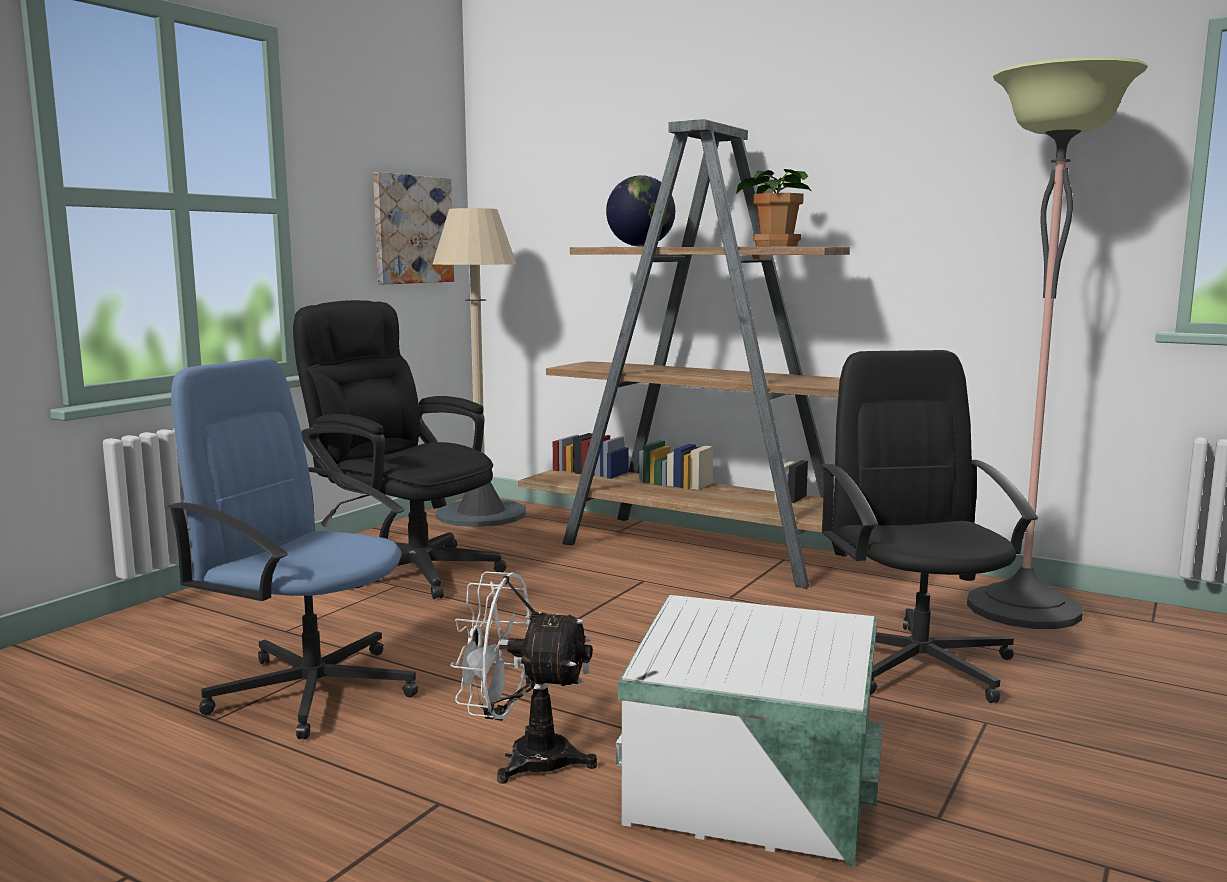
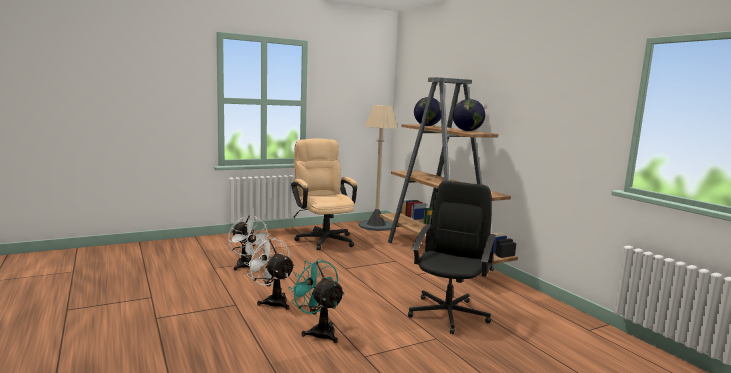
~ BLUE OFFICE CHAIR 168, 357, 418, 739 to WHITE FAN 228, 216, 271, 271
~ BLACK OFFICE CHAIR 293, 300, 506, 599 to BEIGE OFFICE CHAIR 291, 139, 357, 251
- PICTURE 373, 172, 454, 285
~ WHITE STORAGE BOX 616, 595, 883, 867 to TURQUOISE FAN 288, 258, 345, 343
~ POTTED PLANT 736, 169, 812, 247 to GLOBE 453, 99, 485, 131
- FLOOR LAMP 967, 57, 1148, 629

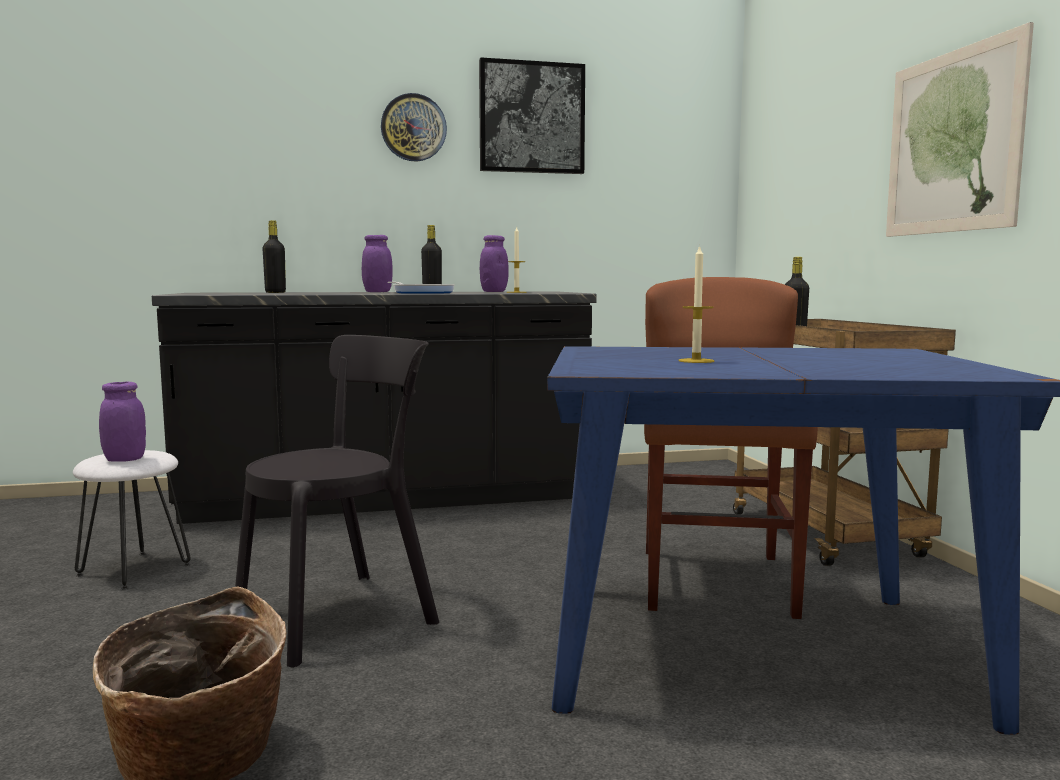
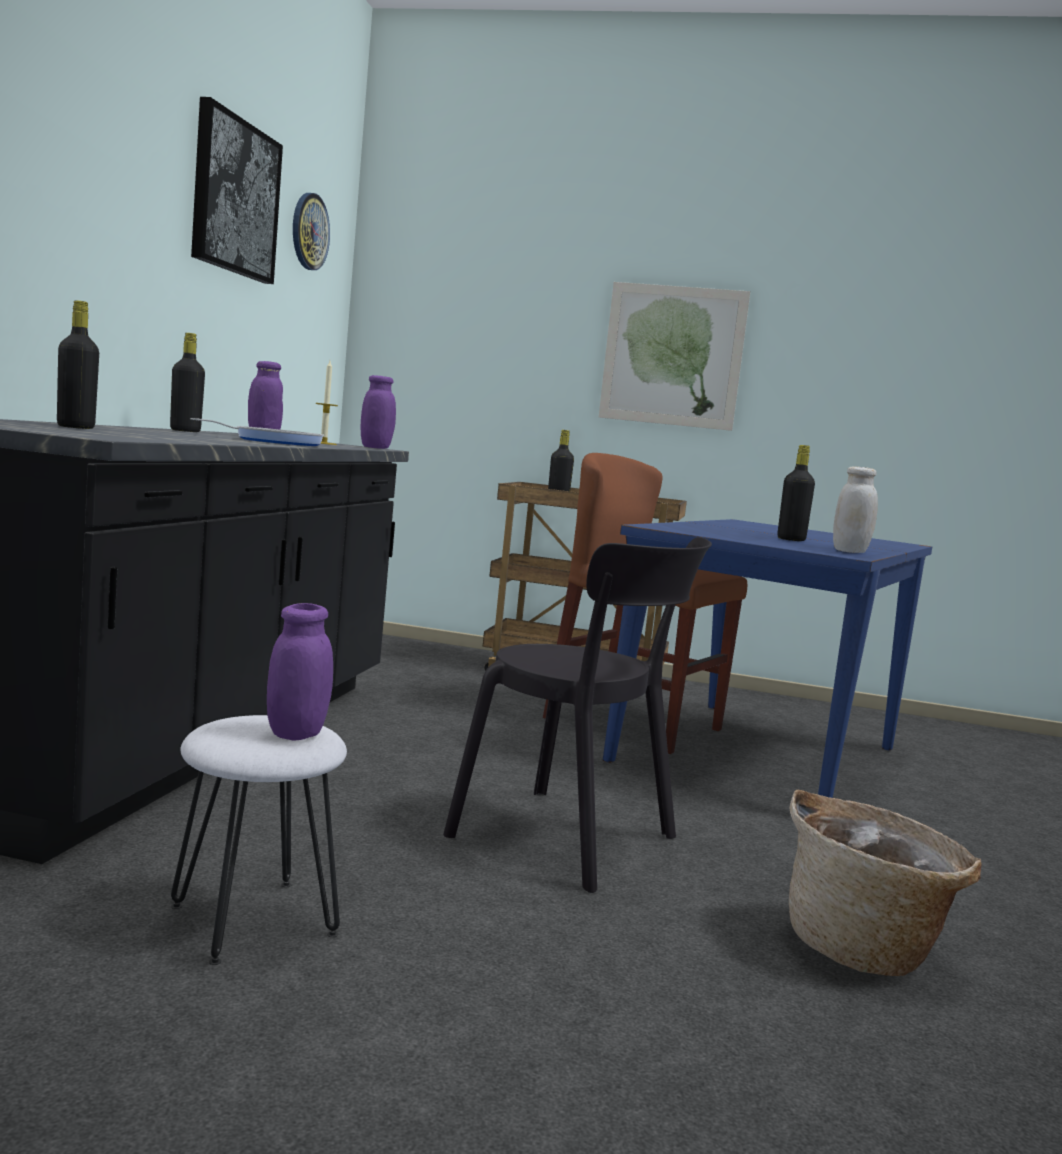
~ BLACK CHAIR 235, 335, 439, 668 = 443, 537, 712, 893 135 degrees clockwise
~ PURPLE JAR 362, 235, 393, 292 to 361, 375, 396, 449
~ WALL CLOCK 381, 93, 447, 161 to 293, 193, 330, 270
~ CANDLE 678, 245, 714, 363 to BLACK BOTTLE 777, 445, 815, 541
+ WHITE JAR 833, 466, 878, 553

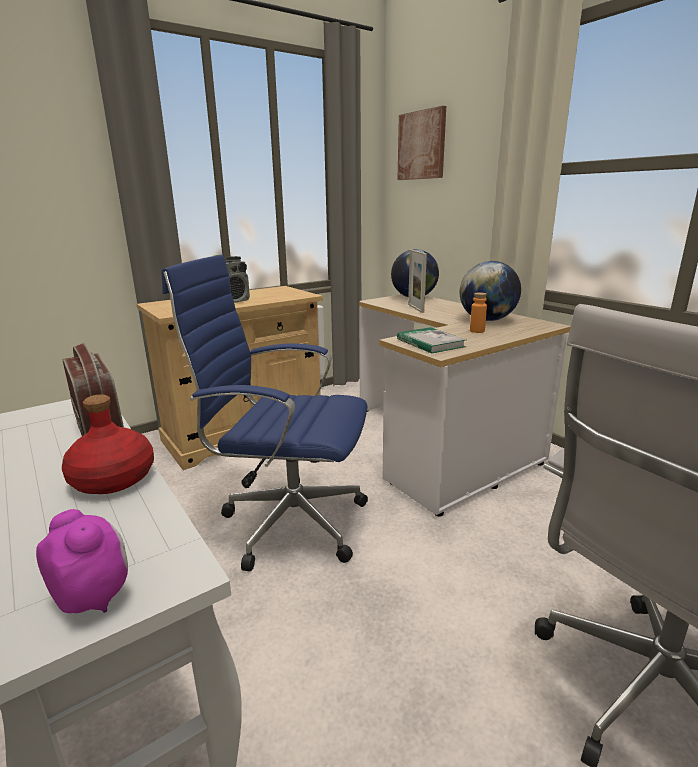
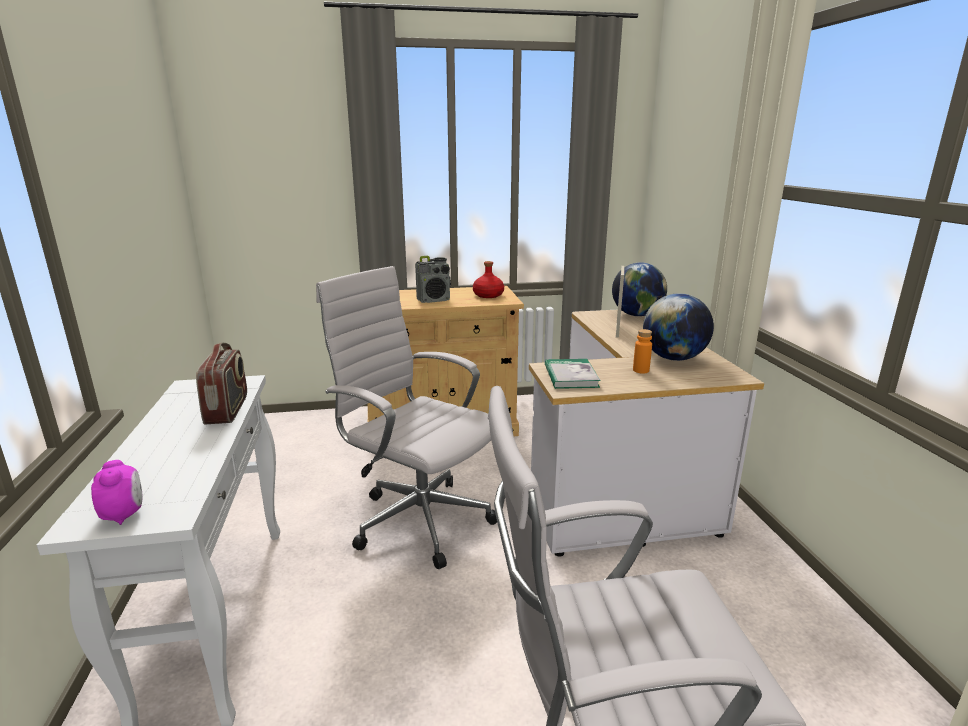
~ RED BOTTLE 62, 394, 154, 494 to 473, 261, 504, 298
~ BLUE OFFICE CHAIR 162, 255, 368, 572 to WHITE OFFICE CHAIR 316, 266, 497, 569
- PICTURE 397, 106, 446, 180

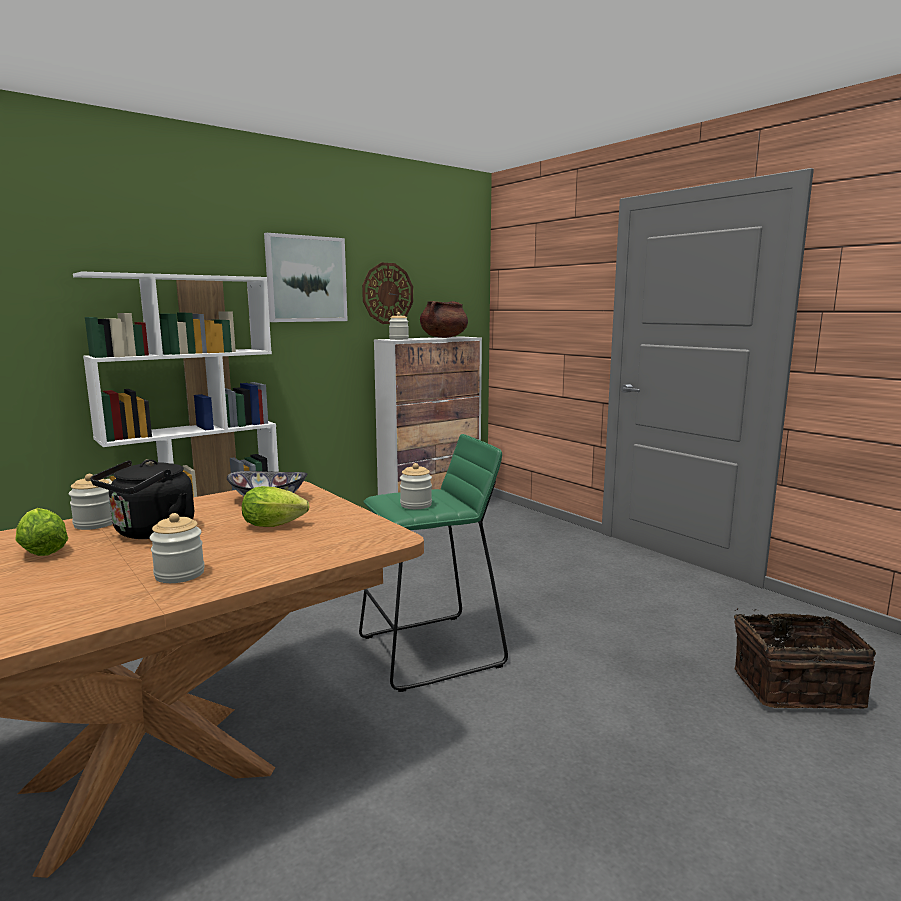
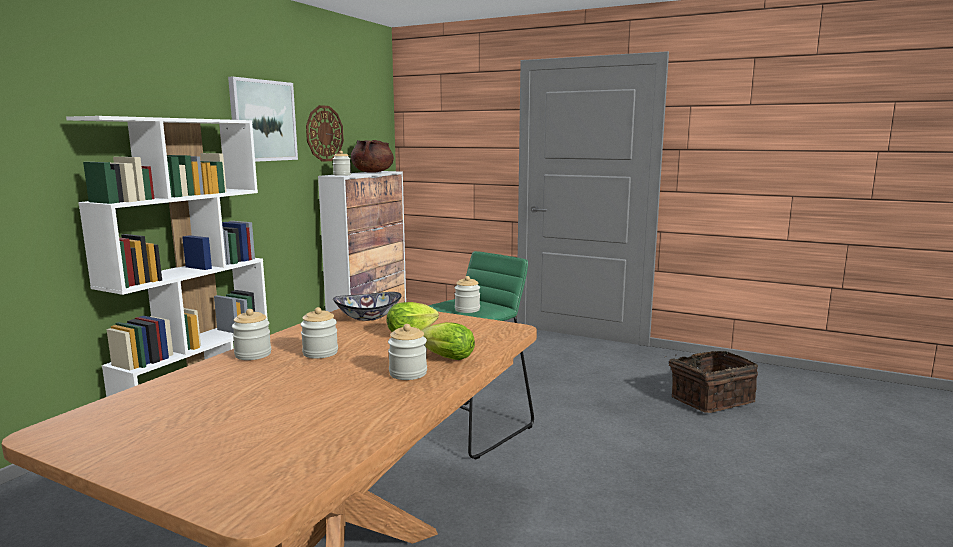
~ LETTUCE 16, 508, 68, 556 to 422, 322, 475, 360
~ BLACK KETTLE 90, 459, 194, 539 to JAR 301, 307, 338, 358

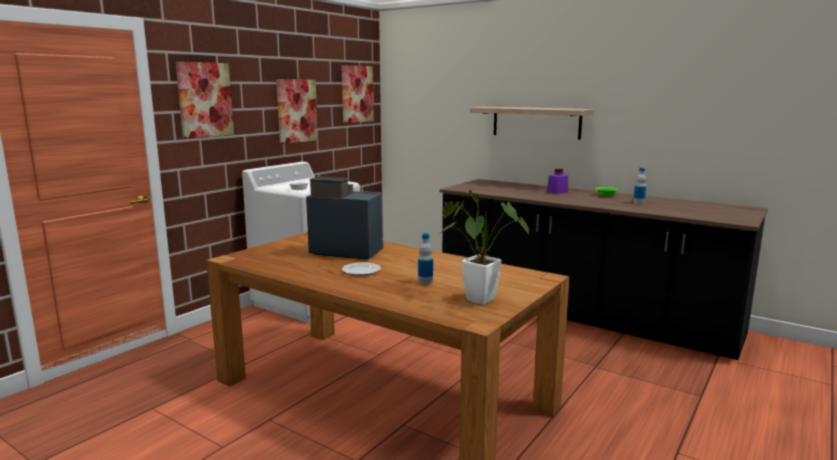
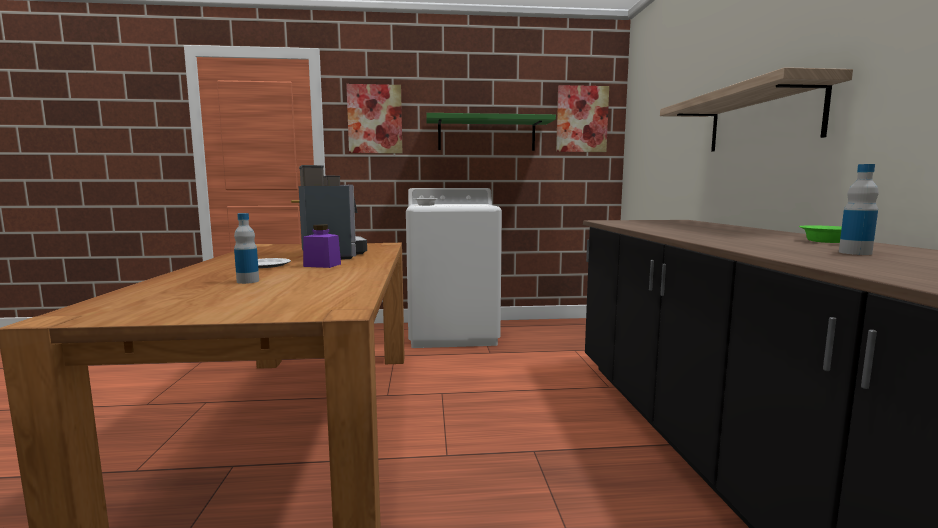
~ PICTURE 276, 79, 318, 144 to GREEN SHELF 426, 113, 556, 151
- POTTED PLANT 439, 190, 529, 305
~ PURPLE JAR 547, 169, 568, 194 to 303, 224, 341, 268

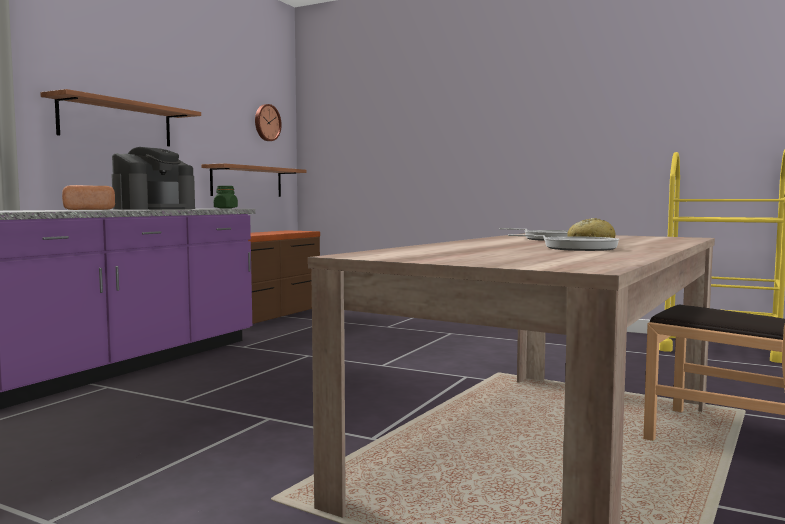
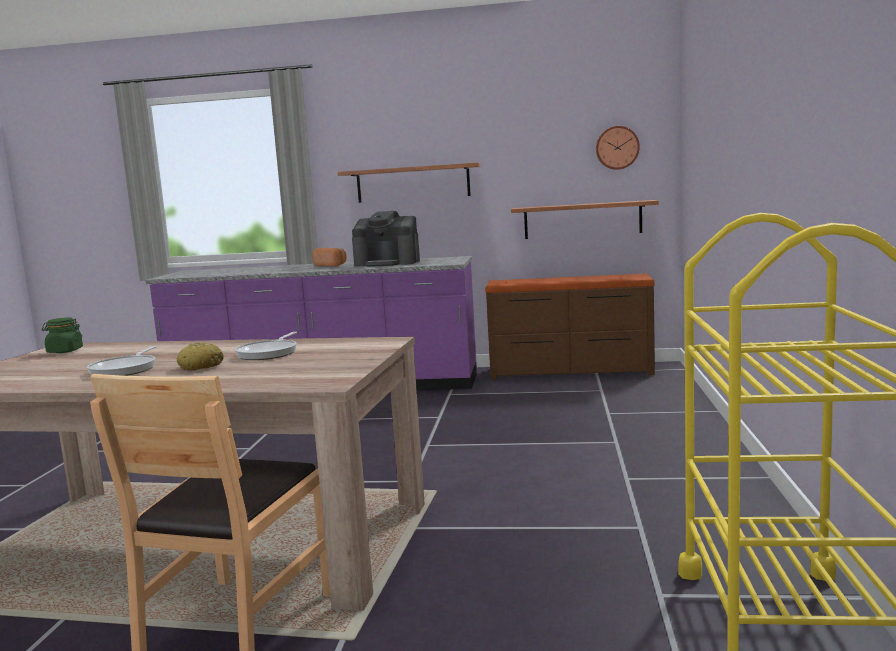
~ GREEN JAR 214, 186, 238, 209 to 42, 317, 83, 353

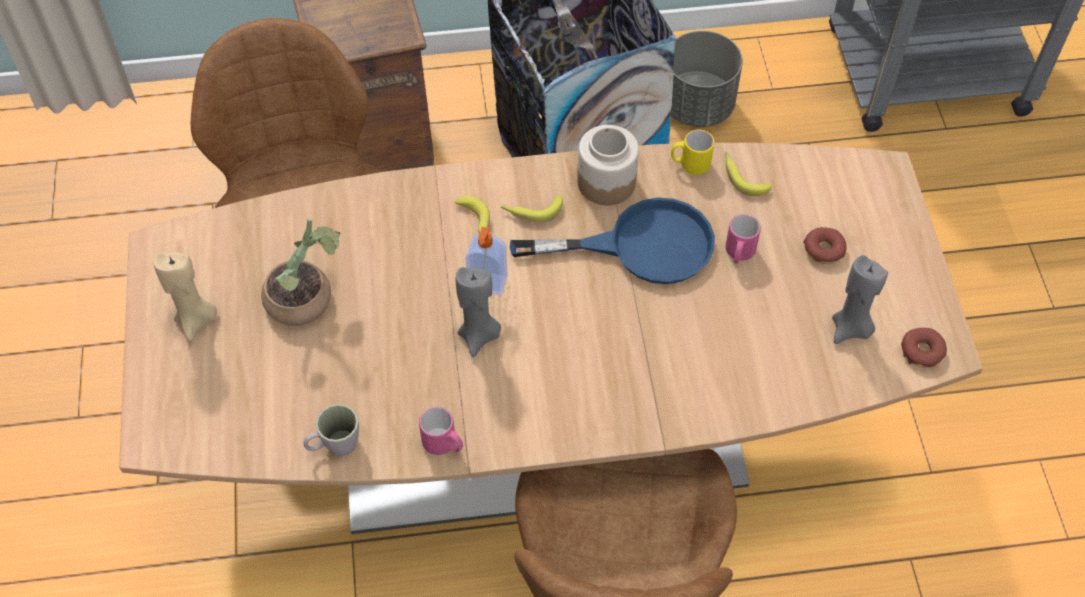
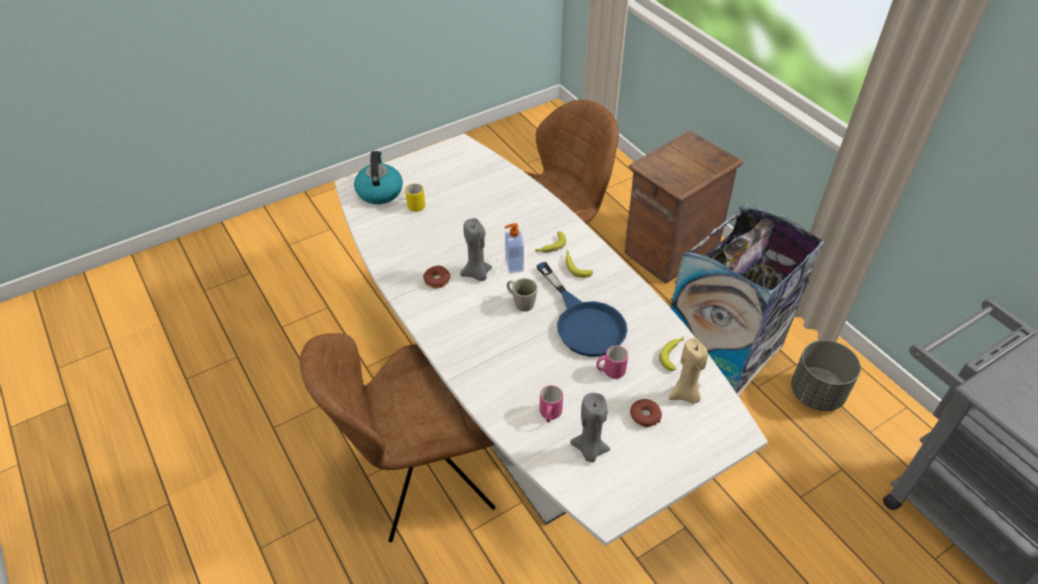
~ BROWN DINING TABLE 119, 143, 983, 534 to WHITE DINING TABLE 334, 133, 768, 546
~ BEIGE CANDLE 154, 252, 217, 342 to 669, 338, 708, 404
- POTTED PLANT 261, 218, 340, 326
~ GREY MUG 304, 404, 359, 456 to 507, 278, 538, 312
~ PINK MUG 419, 407, 463, 455 to 539, 385, 563, 423
- JAR 577, 125, 639, 205
~ YELLOW MUG 671, 130, 714, 175 to 405, 183, 425, 212
~ DONUT 901, 328, 947, 368 to 423, 266, 451, 288
+ KETTLE 354, 151, 403, 204

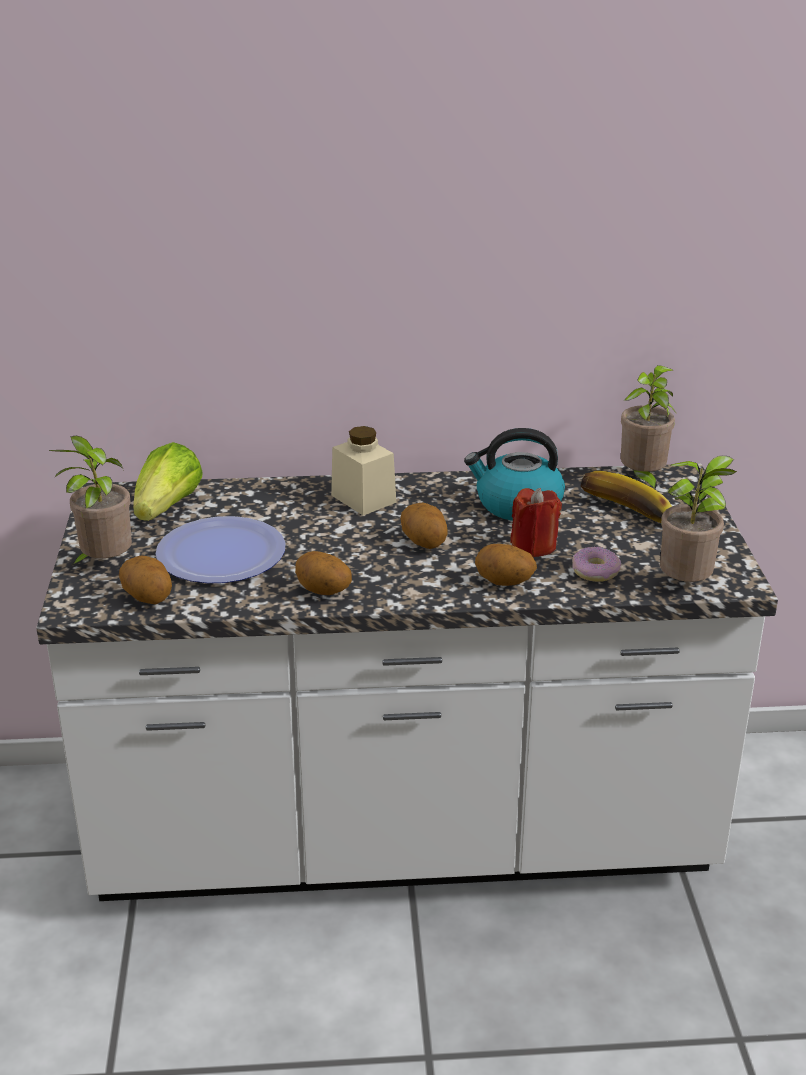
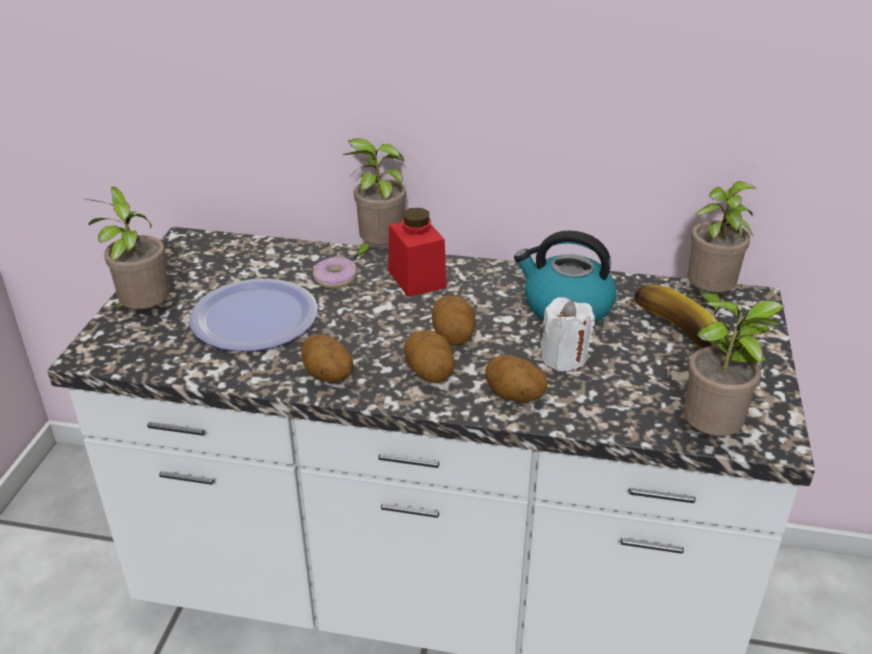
~ POTATO 119, 556, 172, 604 to 404, 330, 455, 383
- LETTUCE 133, 442, 203, 521
~ BEIGE JAR 331, 426, 396, 515 to RED JAR 388, 208, 447, 297
~ RED CANDLE 510, 488, 562, 557 to WHITE CANDLE 540, 297, 595, 371
~ DONUT 572, 547, 621, 582 to 313, 257, 358, 289
+ POTTED PLANT 343, 139, 406, 260

